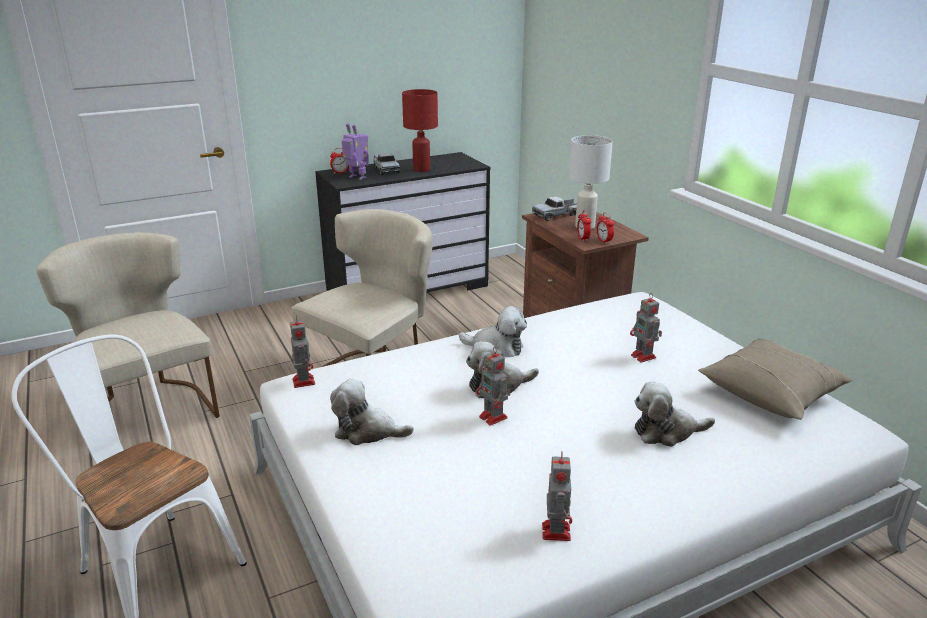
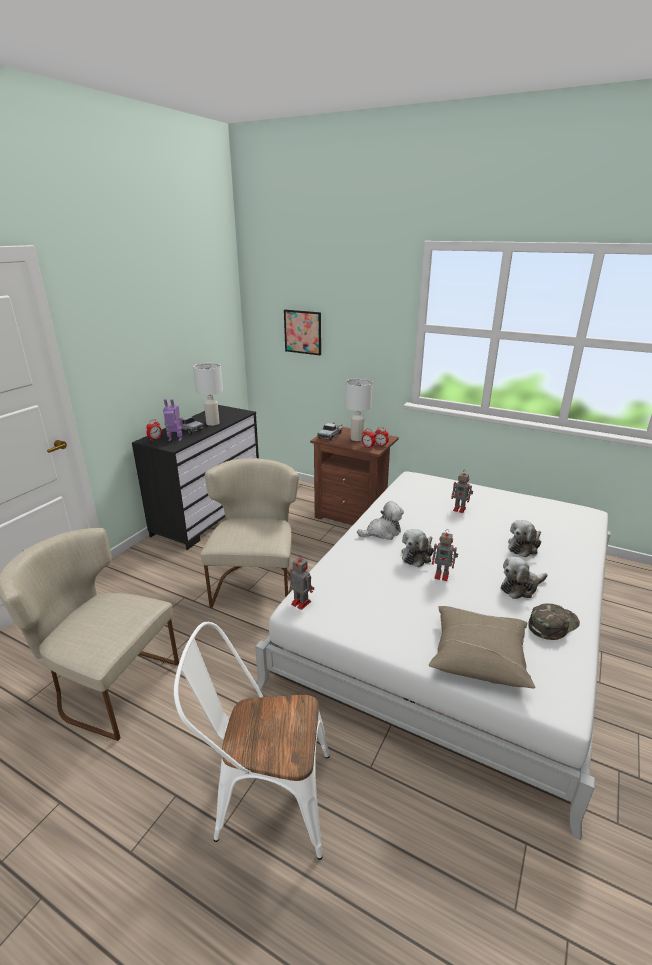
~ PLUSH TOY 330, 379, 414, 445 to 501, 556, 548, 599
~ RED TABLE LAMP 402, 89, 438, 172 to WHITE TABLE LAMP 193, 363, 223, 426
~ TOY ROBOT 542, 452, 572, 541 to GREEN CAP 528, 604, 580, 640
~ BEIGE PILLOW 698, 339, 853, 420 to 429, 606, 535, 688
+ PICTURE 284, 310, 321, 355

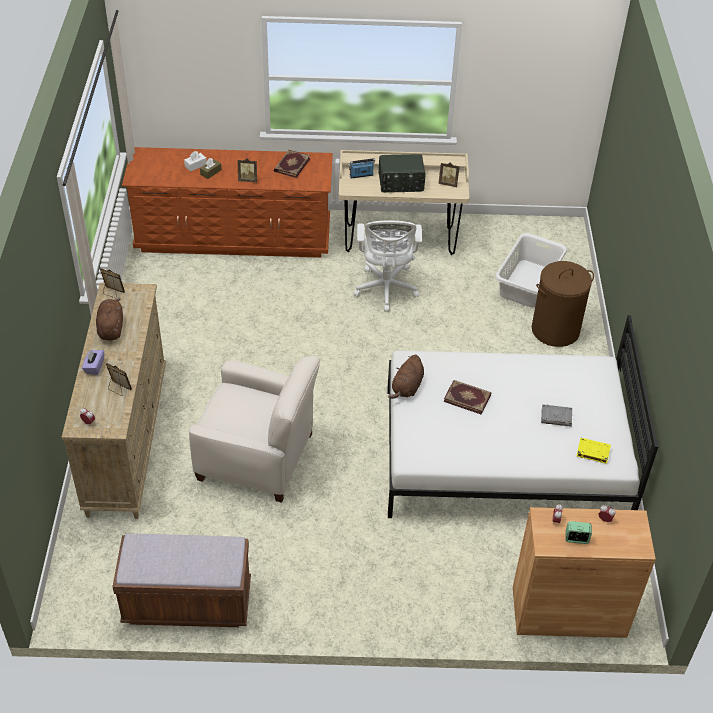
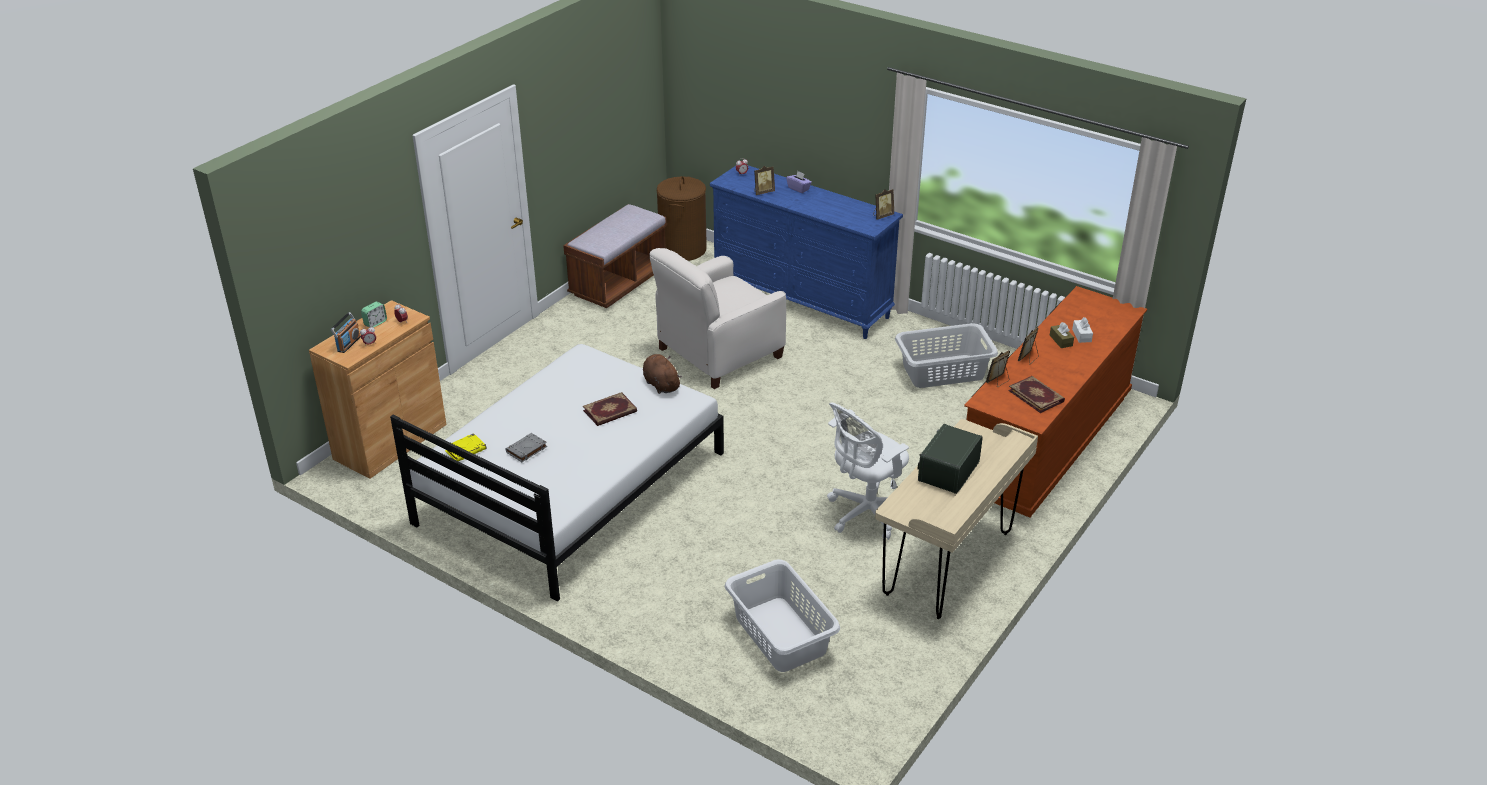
~ BEIGE DRESSER 62, 283, 166, 519 to BLUE DRESSER 710, 166, 903, 339
- BROWN PLUSH TOY 96, 297, 123, 341
~ RADIO 349, 158, 375, 179 to 330, 312, 361, 353
~ WHITE OFFICE CHAIR 353, 221, 422, 312 = 827, 402, 909, 540 75 degrees counterclockwise
~ PICTURE FRAME 438, 162, 460, 187 to 986, 350, 1010, 387
~ BROWN LAUNDRY BASKET 532, 261, 594, 347 to 657, 176, 707, 261
+ GREY LAUNDRY BASKET 895, 323, 998, 388

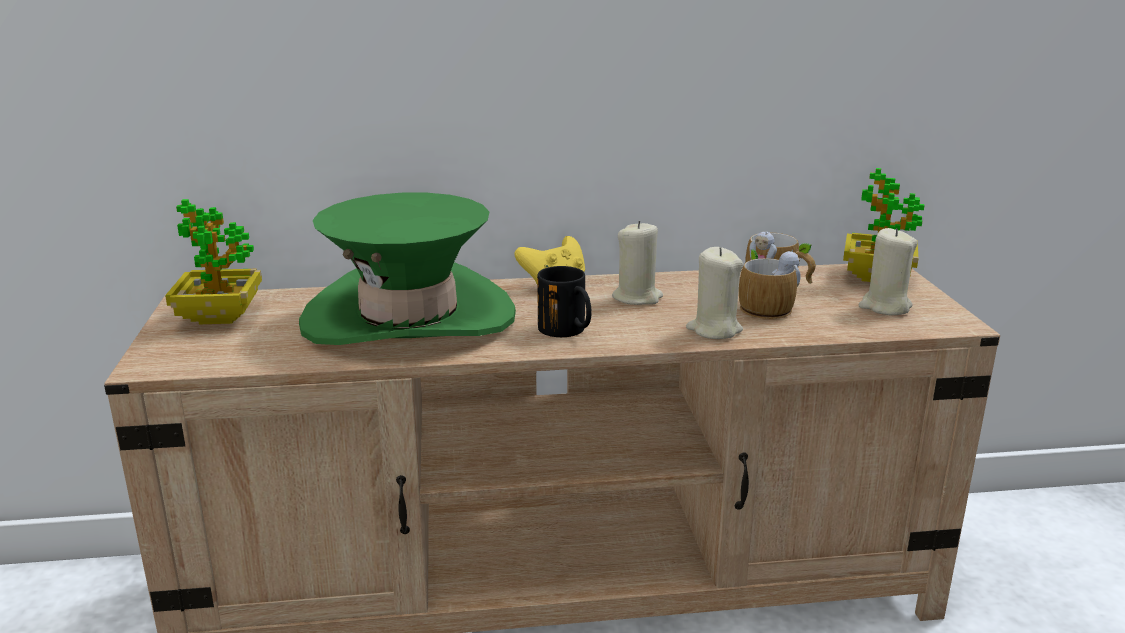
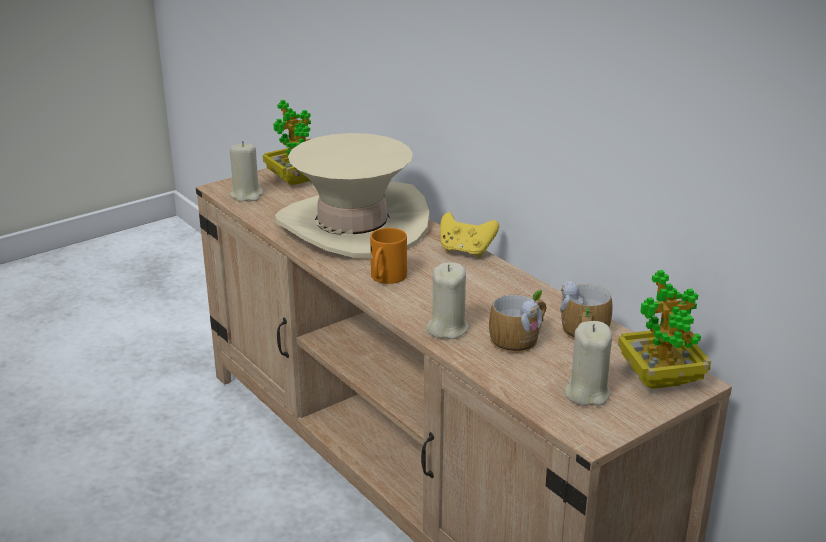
~ GREEN HAT 299, 193, 516, 345 to BEIGE HAT 275, 133, 430, 258
~ BLACK MUG 537, 266, 592, 337 to ORANGE MUG 370, 228, 407, 284
~ BEIGE CANDLE 612, 221, 663, 305 to 230, 141, 263, 202

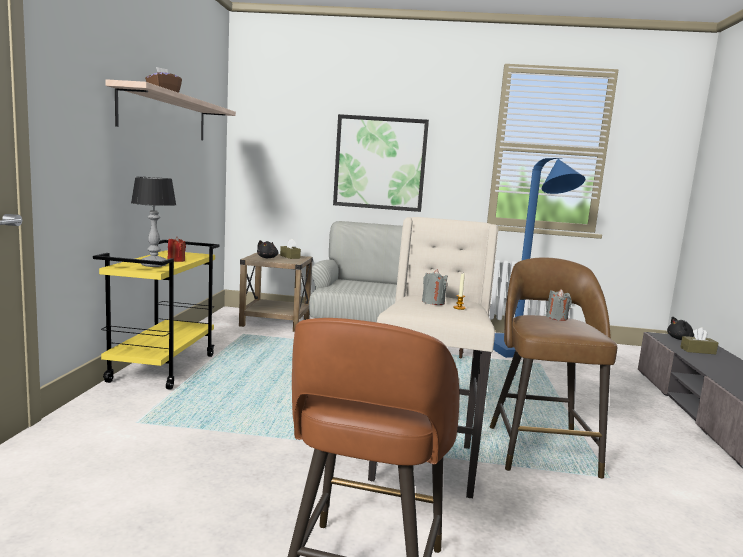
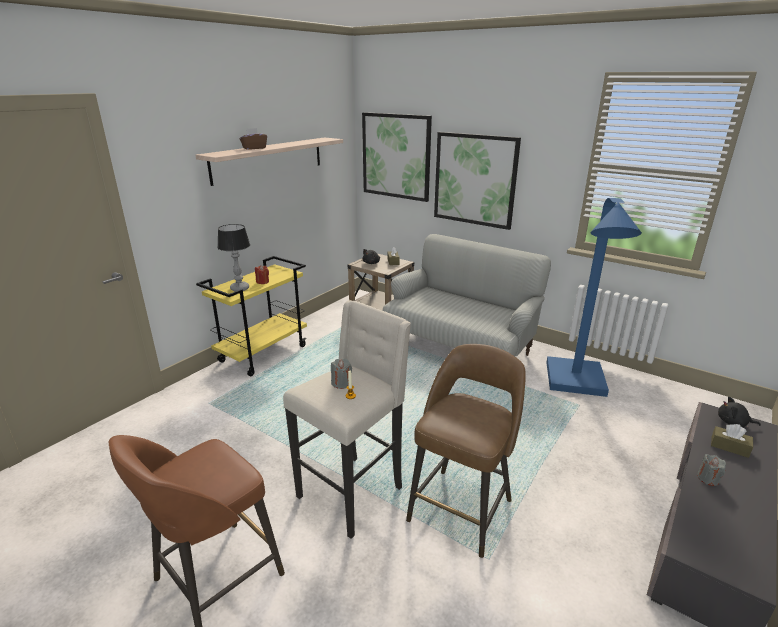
~ GREY CANDLE 546, 289, 572, 321 to 697, 454, 726, 486
+ PICTURE 362, 112, 432, 202

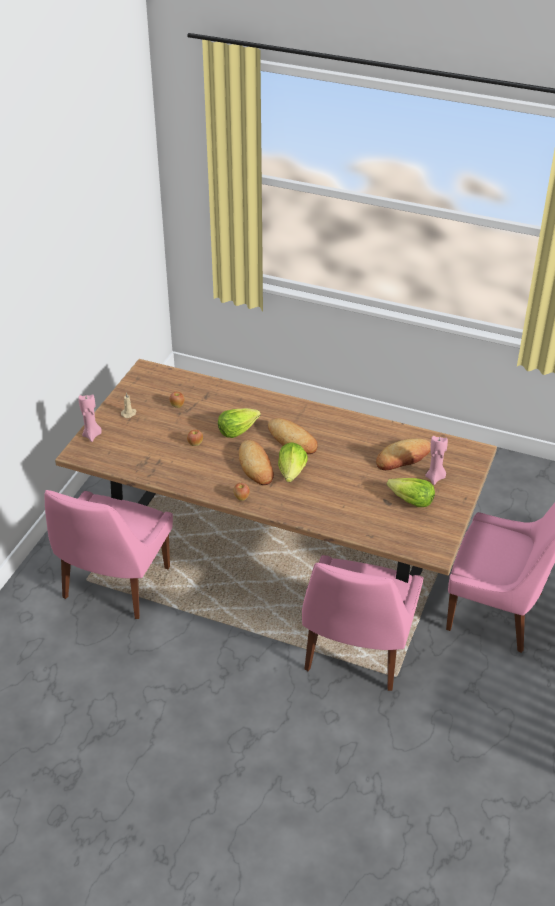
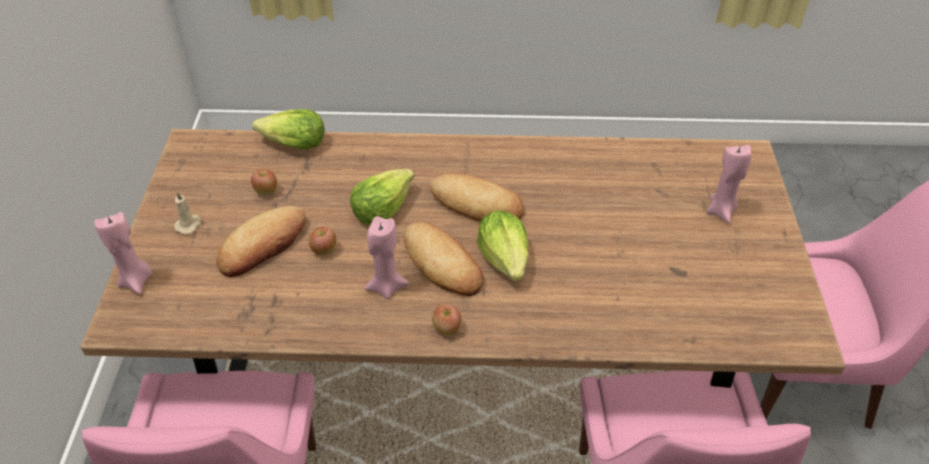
~ BREAD 376, 438, 431, 470 to 216, 206, 306, 277
~ LETTUCE 387, 478, 435, 507 to 252, 109, 325, 150
+ PINK CANDLE 364, 216, 410, 299

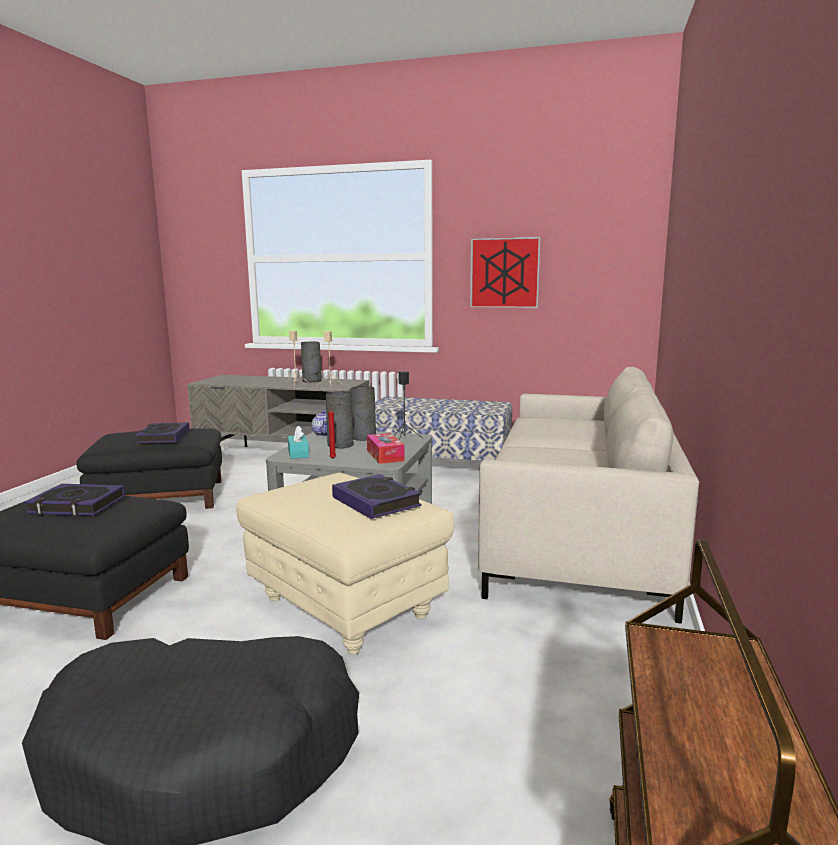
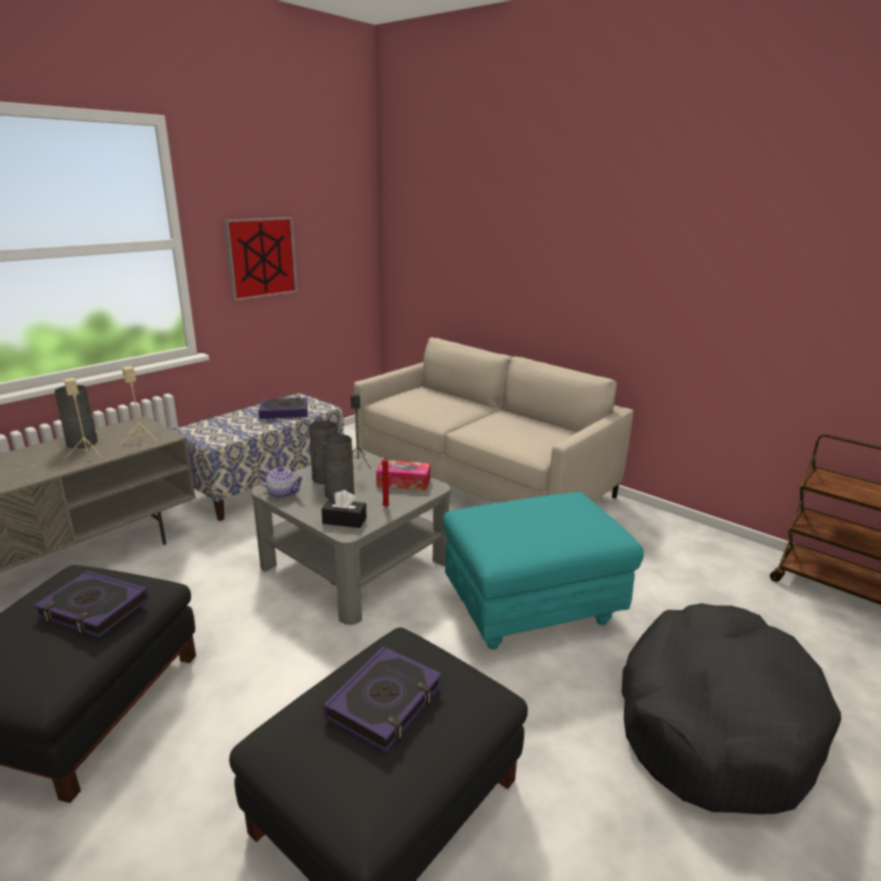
~ BEIGE OTTOMAN 236, 472, 454, 654 to TURQUOISE OTTOMAN 443, 492, 644, 650
~ TURQUOISE TISSUE BOX 288, 425, 309, 459 to BLACK TISSUE BOX 321, 490, 367, 528
~ BOOK 332, 474, 422, 519 to 259, 397, 308, 419

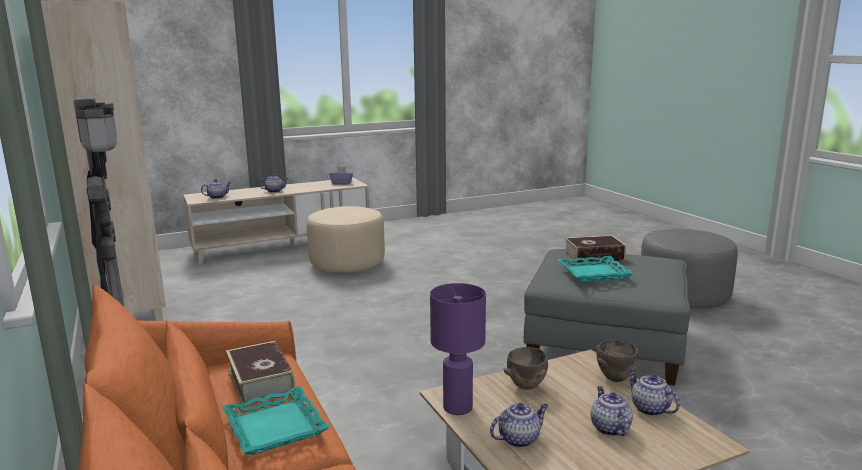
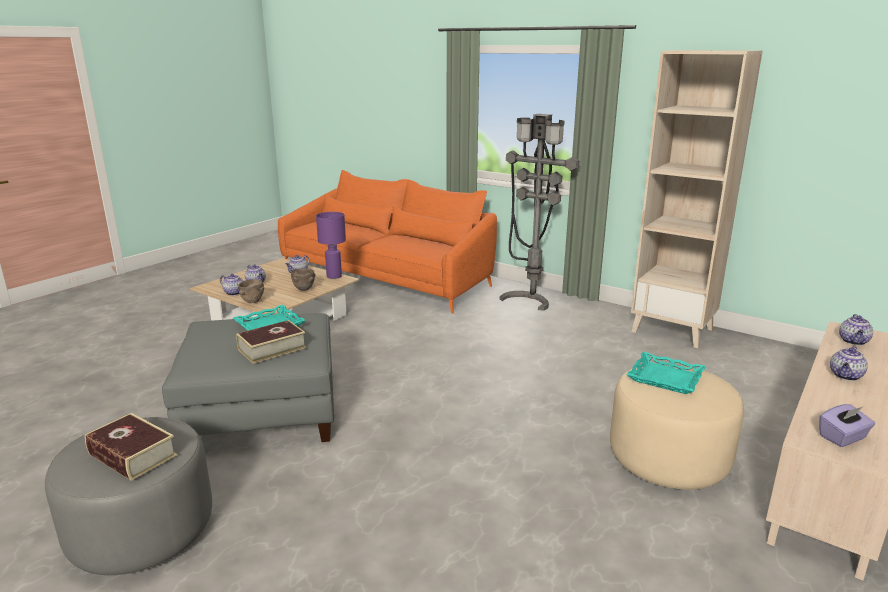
~ TURQUOISE TRAY 222, 386, 330, 455 to 626, 352, 706, 394
~ BOOK 226, 341, 295, 404 to 85, 413, 177, 481

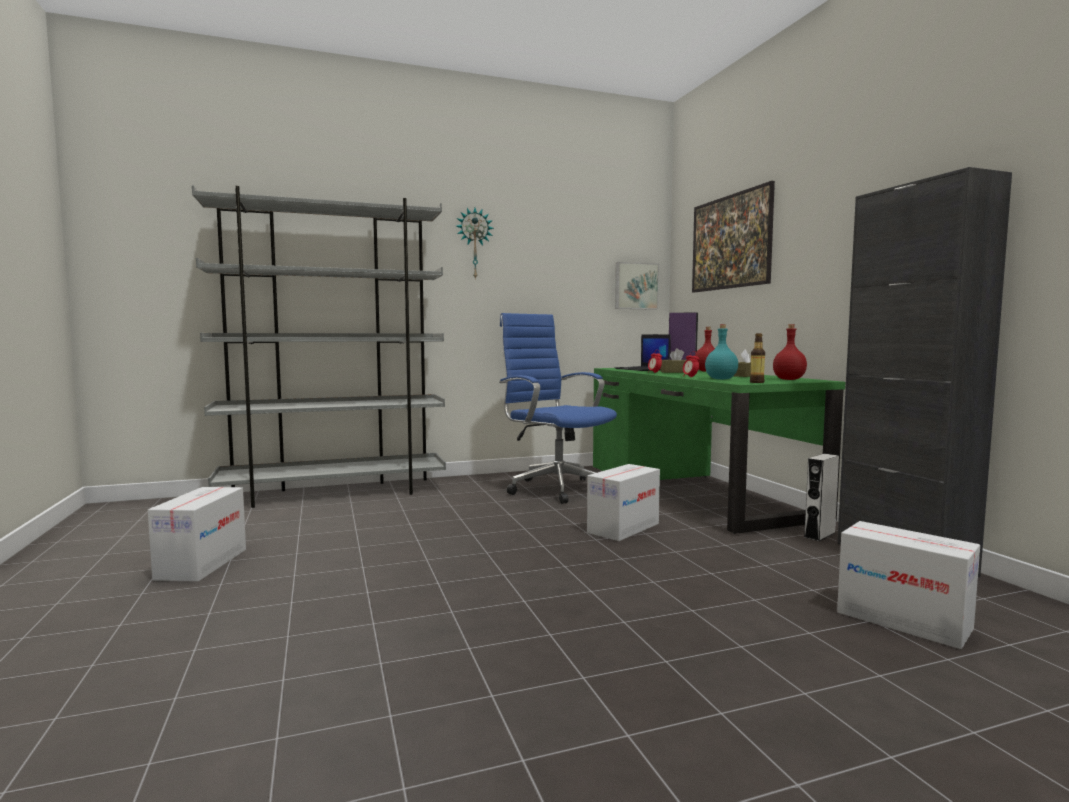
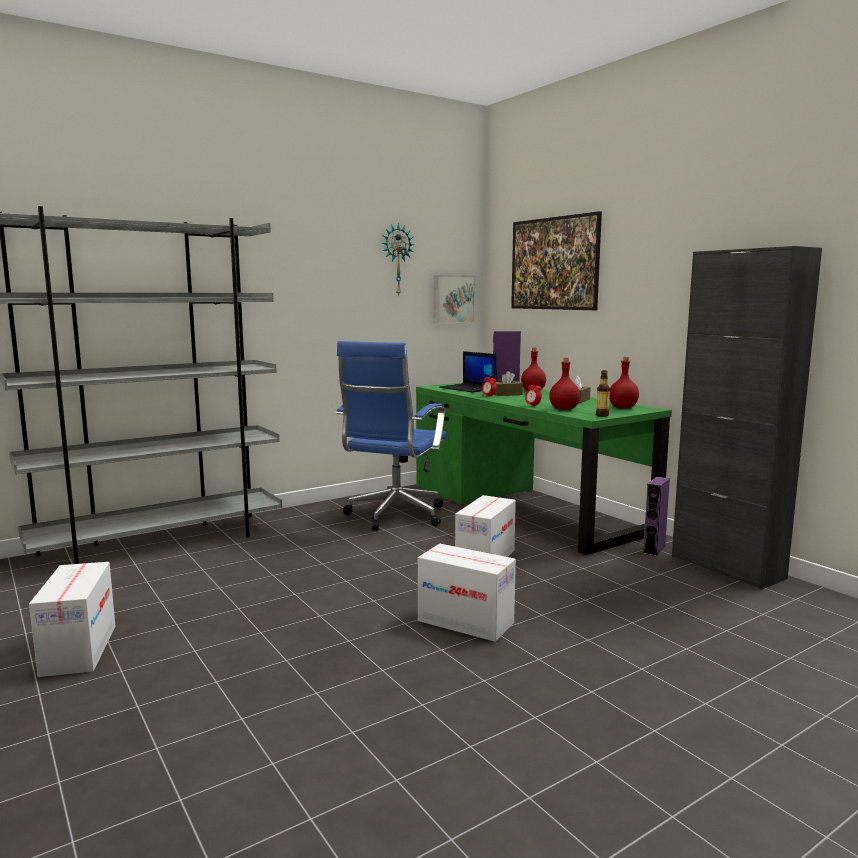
~ WALL CLOCK 456, 208, 494, 280 to 382, 223, 415, 295
~ BLUE OFFICE CHAIR 499, 313, 617, 504 = 335, 341, 447, 531 105 degrees counterclockwise
~ TURQUOISE BOTTLE 705, 324, 738, 379 to RED BOTTLE 549, 358, 580, 410
~ WHITE SPEAKER 804, 454, 839, 541 to PURPLE SPEAKER 643, 476, 670, 556
~ CARDBOARD BOX 837, 521, 980, 649 to 418, 544, 516, 642

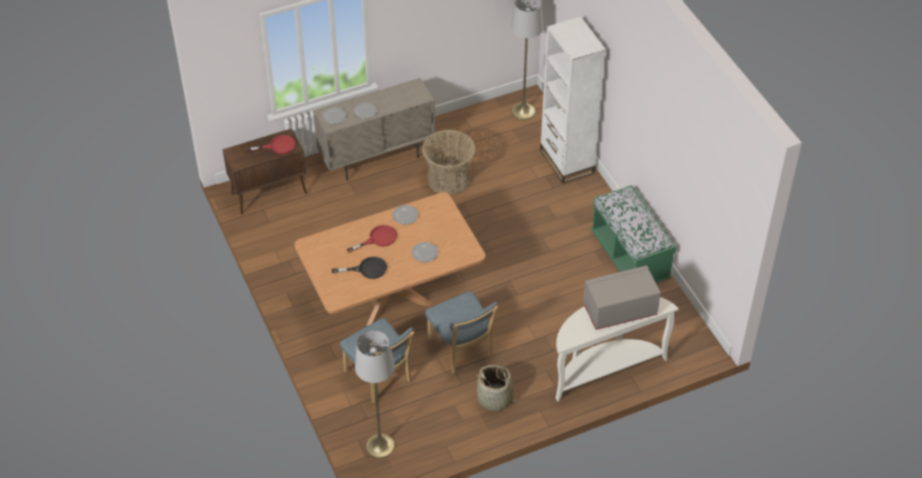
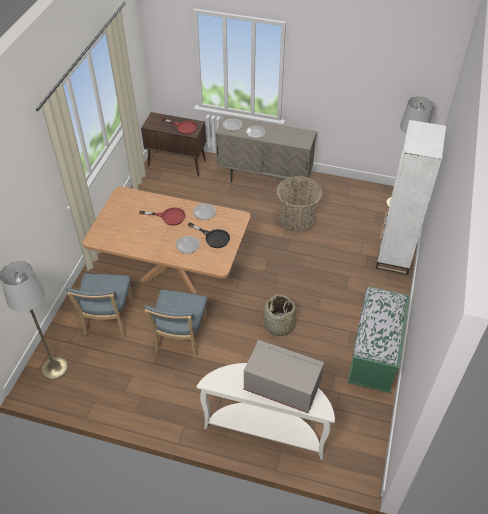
~ BLACK FRYING PAN 332, 257, 387, 279 to 188, 222, 230, 248
~ BASKET 474, 365, 520, 412 to 264, 294, 296, 336

